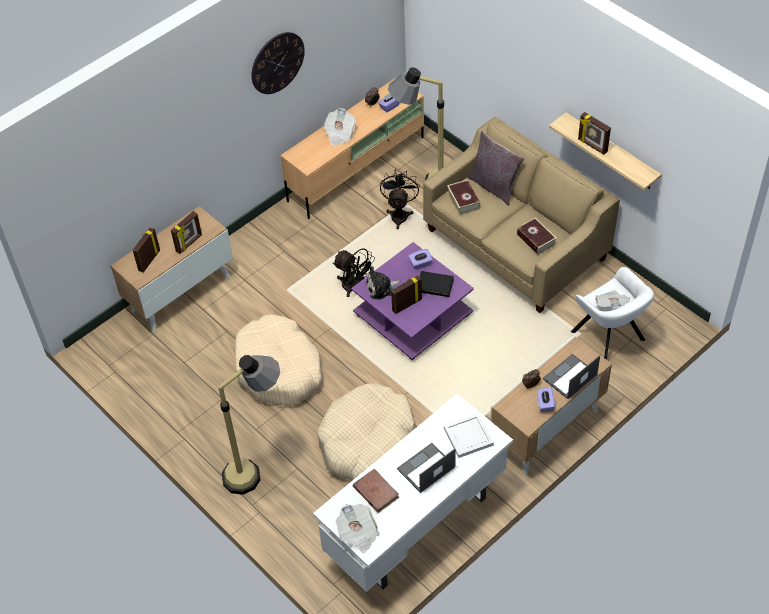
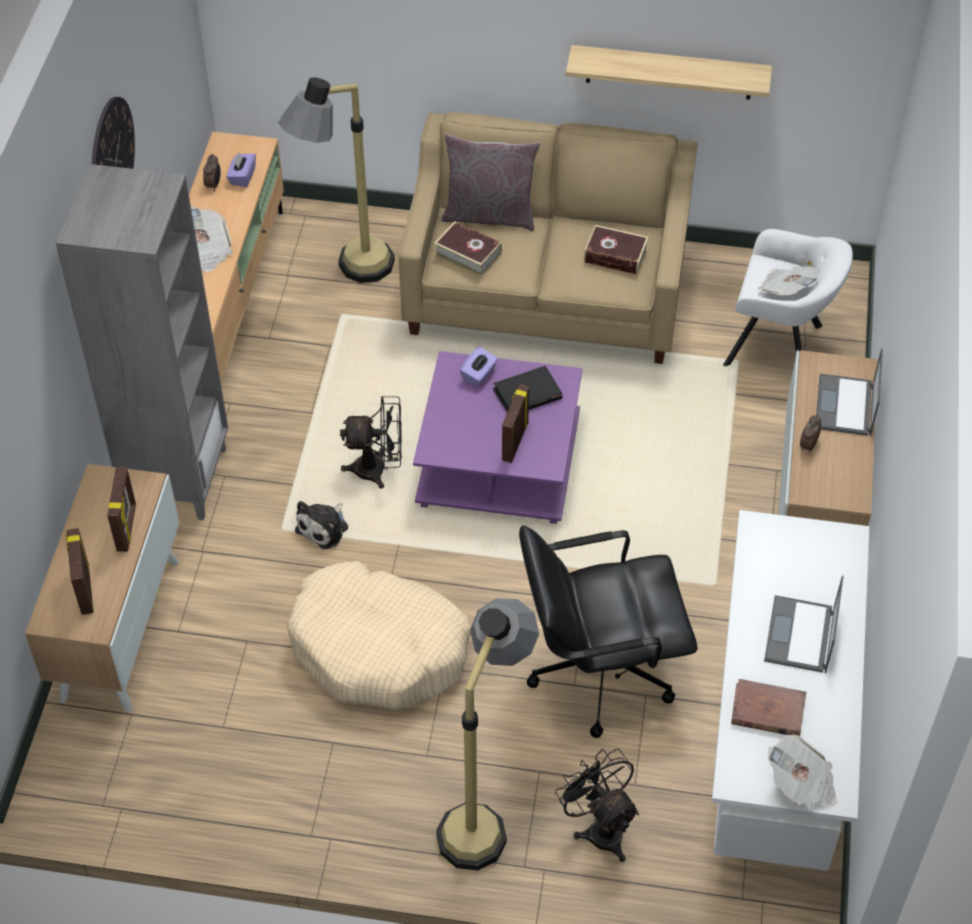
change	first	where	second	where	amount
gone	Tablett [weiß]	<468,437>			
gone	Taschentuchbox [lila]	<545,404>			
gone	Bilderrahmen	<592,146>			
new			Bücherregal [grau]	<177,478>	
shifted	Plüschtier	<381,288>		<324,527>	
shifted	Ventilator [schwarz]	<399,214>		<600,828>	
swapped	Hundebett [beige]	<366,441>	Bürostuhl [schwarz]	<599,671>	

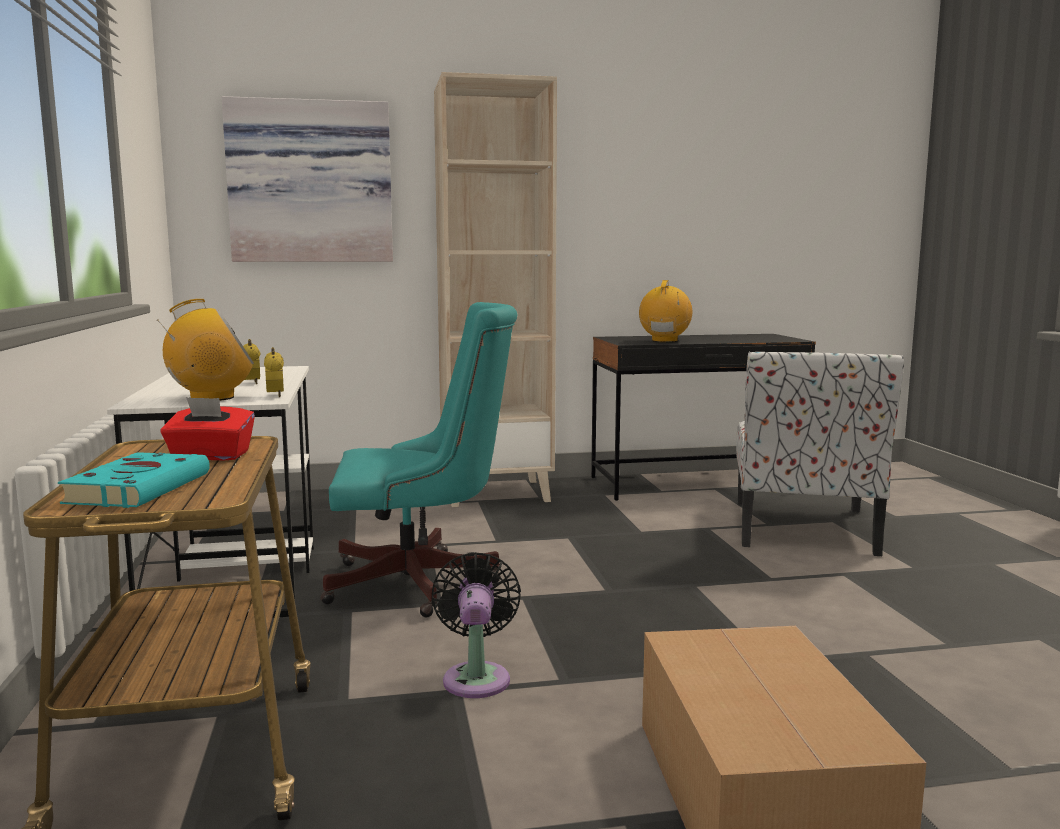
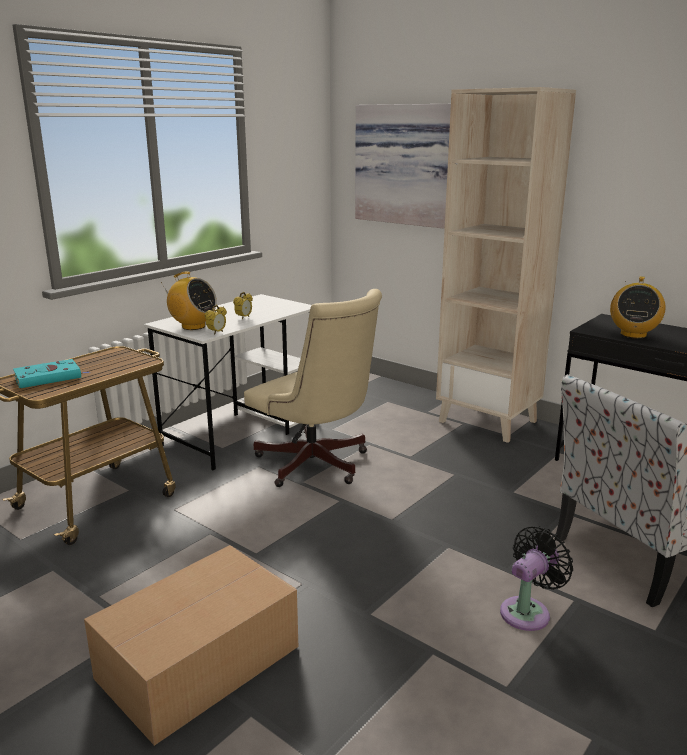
change	first	where	second	where	amount
gone	Taschentuchbox [rot]	<210,456>			
shifted	Ventilator [schwarz]	<477,677>		<528,611>	
repainted	Bürostuhl [türkis]	<422,584>	Bürostuhl [beige]	<316,466>	
rotated	Radio	<664,341>		<633,334>	135 degrees clockwise

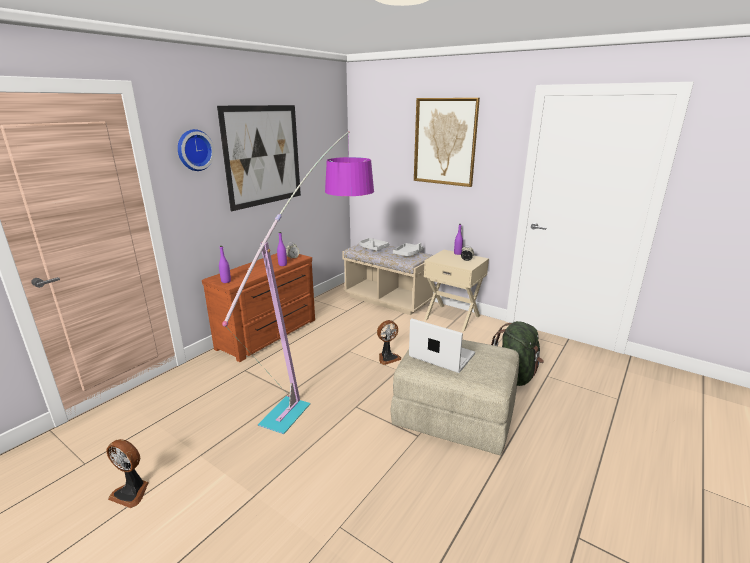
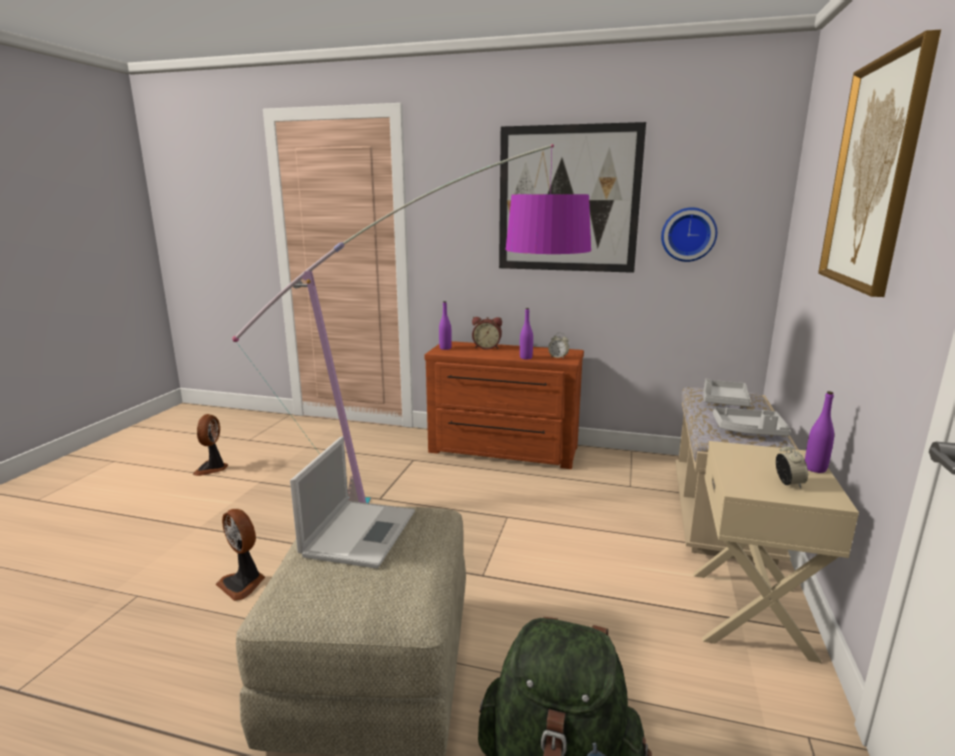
change	first	where	second	where	amount
new			Wecker	<487,347>	
shifted	Wanduhr	<194,150>		<688,234>	
shifted	Ventilator	<387,357>		<243,583>	

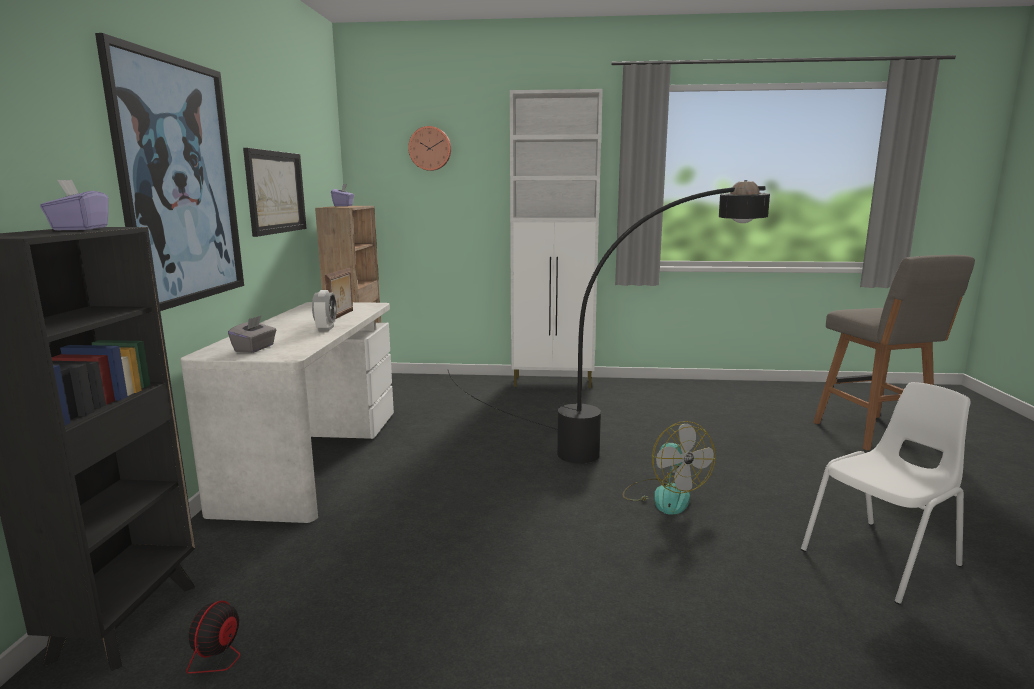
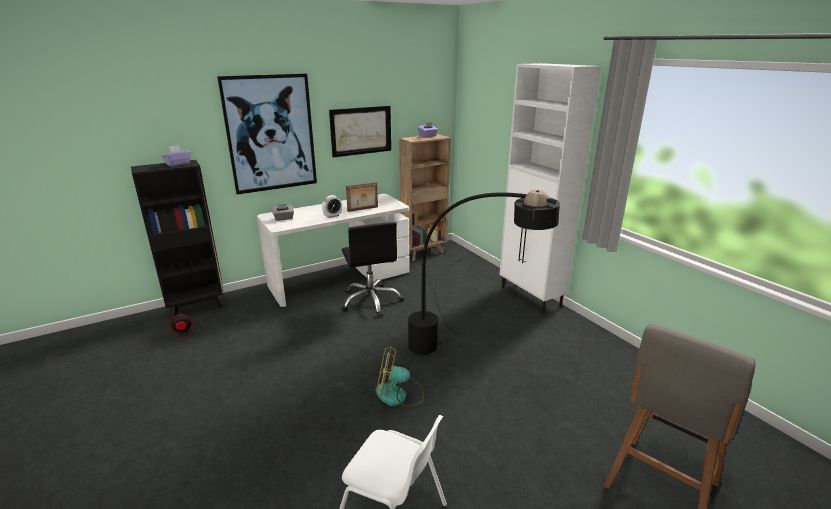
change	first	where	second	where	amount
gone	Wanduhr	<430,148>			
new			Bürostuhl [schwarz]	<371,301>	
rotated	Ventilator	<664,495>		<398,395>	60 degrees clockwise

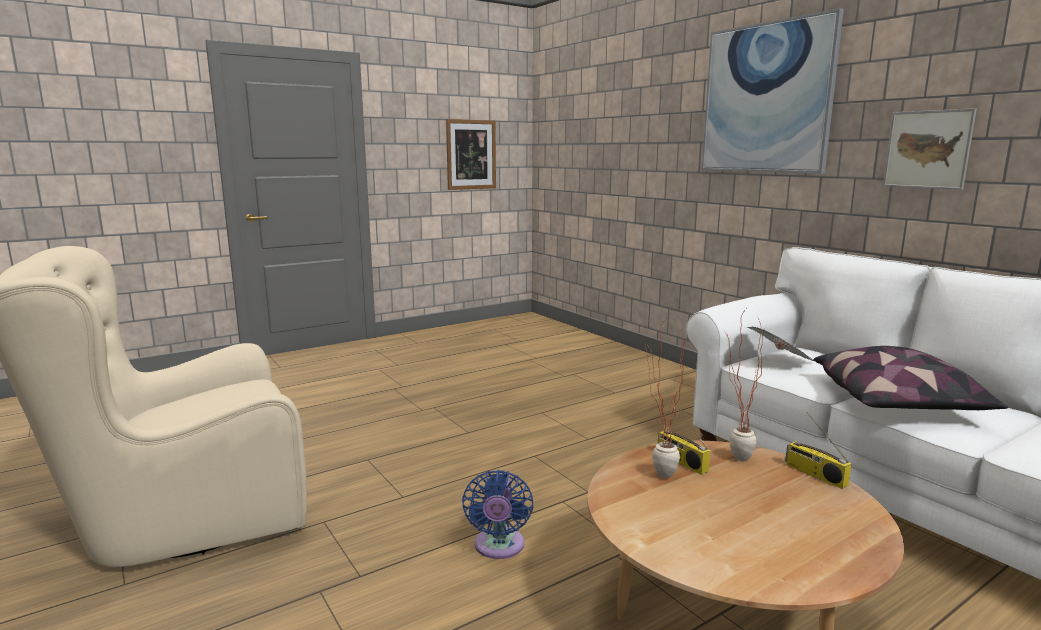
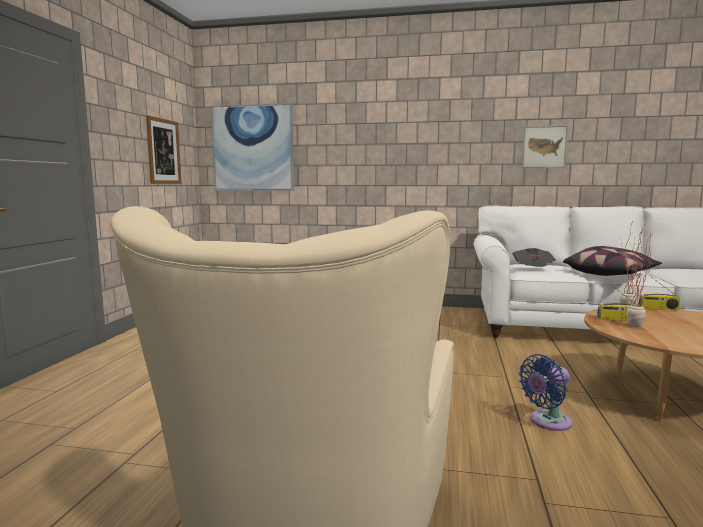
change	first	where	second	where	amount
shifted	Bild	<766,98>		<253,148>	
rotated	Ventilator [blau]	<499,547>		<547,422>	105 degrees clockwise

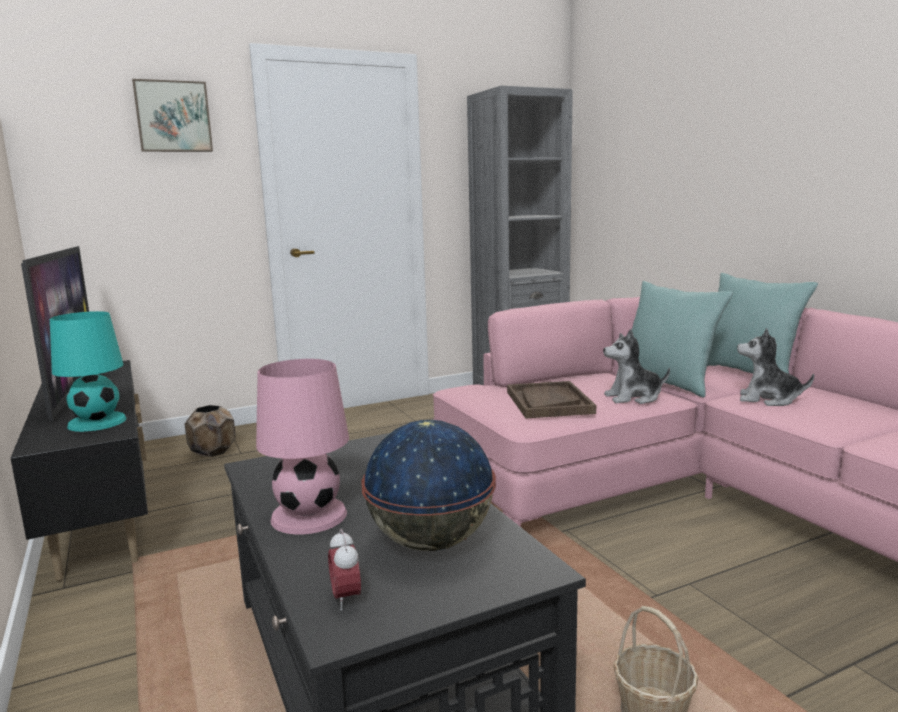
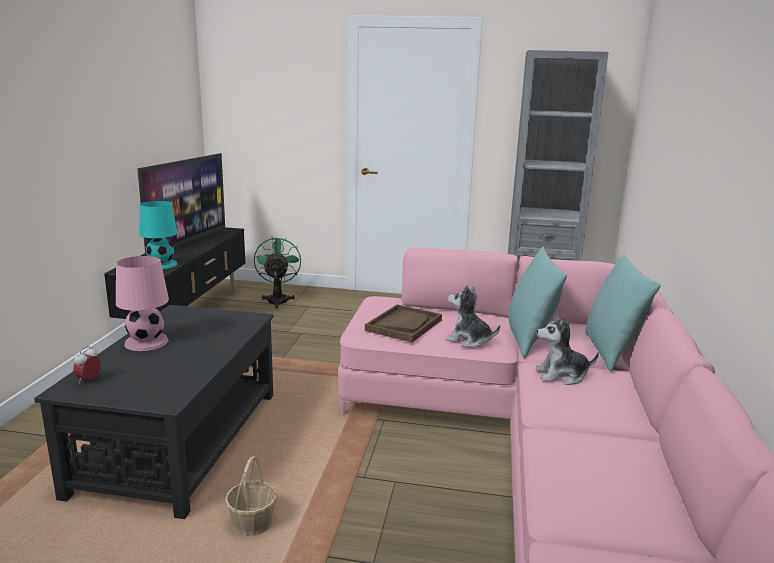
change	first	where	second	where	amount
gone	Bild	<173,117>			
gone	Globus	<431,542>			
swapped	Pflanzkübel [braun]	<212,452>	Ventilator [grün]	<278,299>	
rotated	Plüschtier	<768,399>		<561,376>	60 degrees counterclockwise

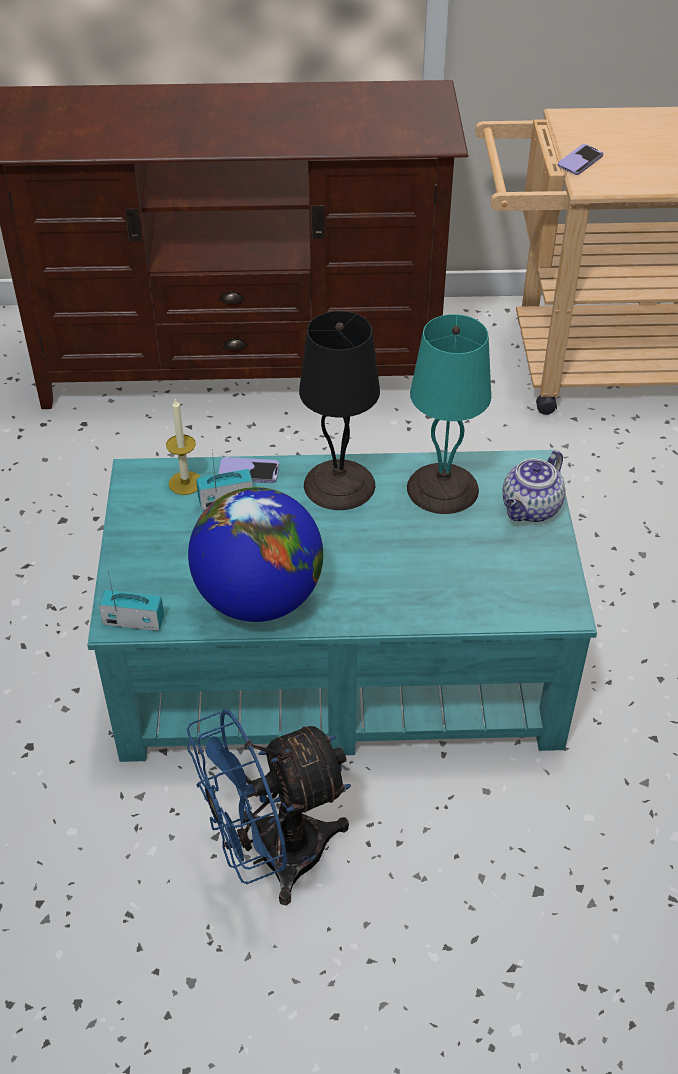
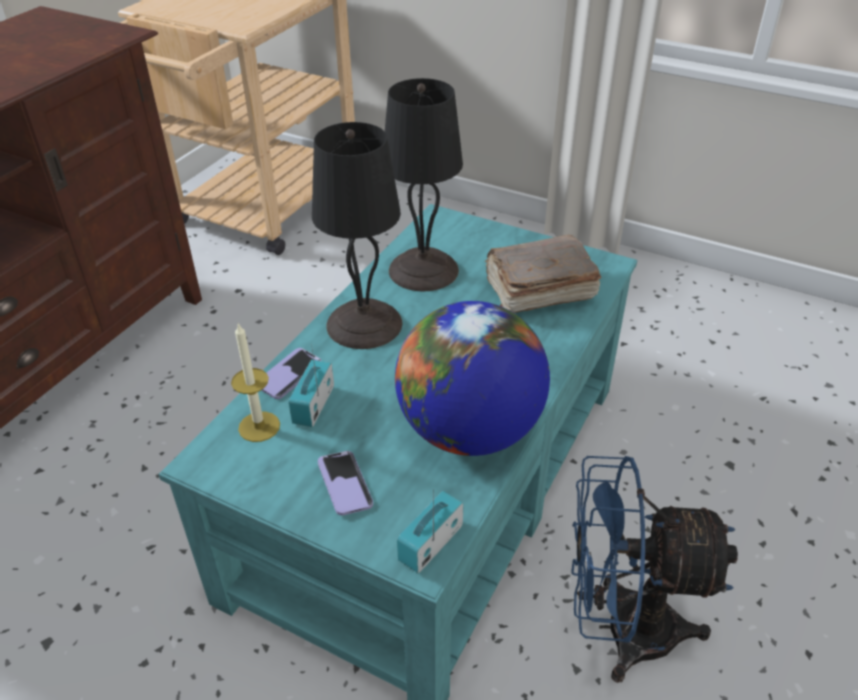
change	first	where	second	where	amount
gone	Teekanne	<530,509>			
new			Buch [braun]	<538,290>	
shifted	Handy	<580,161>		<345,484>	
repainted	Tischlampe [türkis]	<441,489>	Tischlampe [schwarz]	<423,271>	
rotated	Ventilator [blau]	<273,856>		<621,629>	90 degrees clockwise

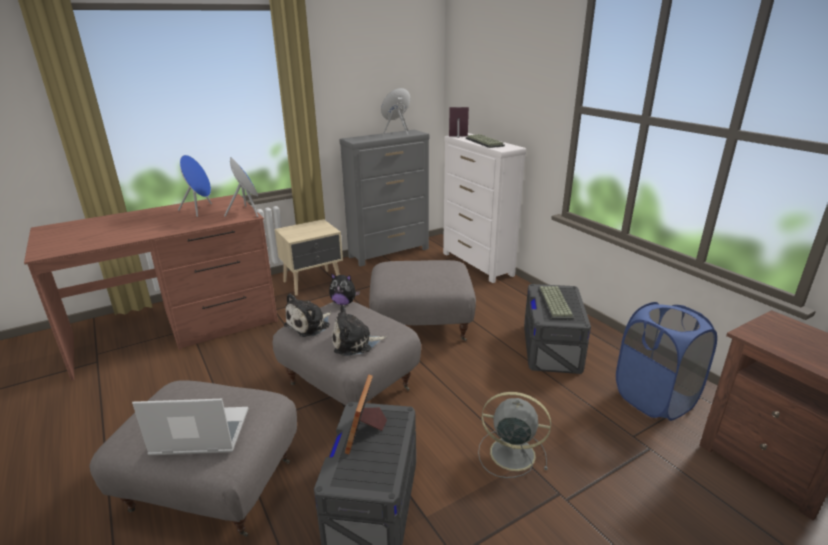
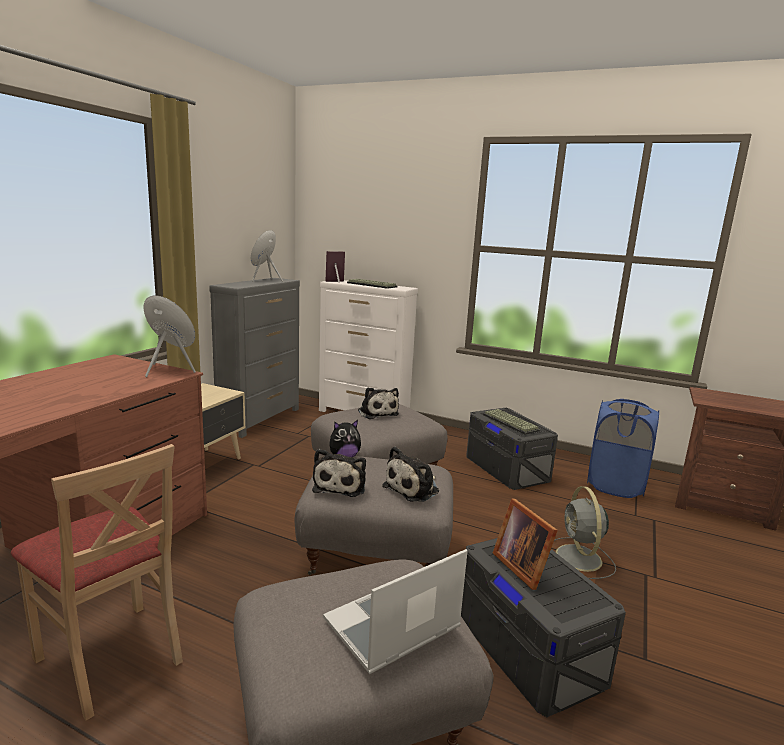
change	first	where	second	where	amount
gone	Lautsprecher [blau]	<200,210>			
new			Stuhl [beige]	<111,657>	
new			Plüschtier	<377,412>	
rotated	Ventilator [grau]	<510,453>		<579,559>	75 degrees counterclockwise

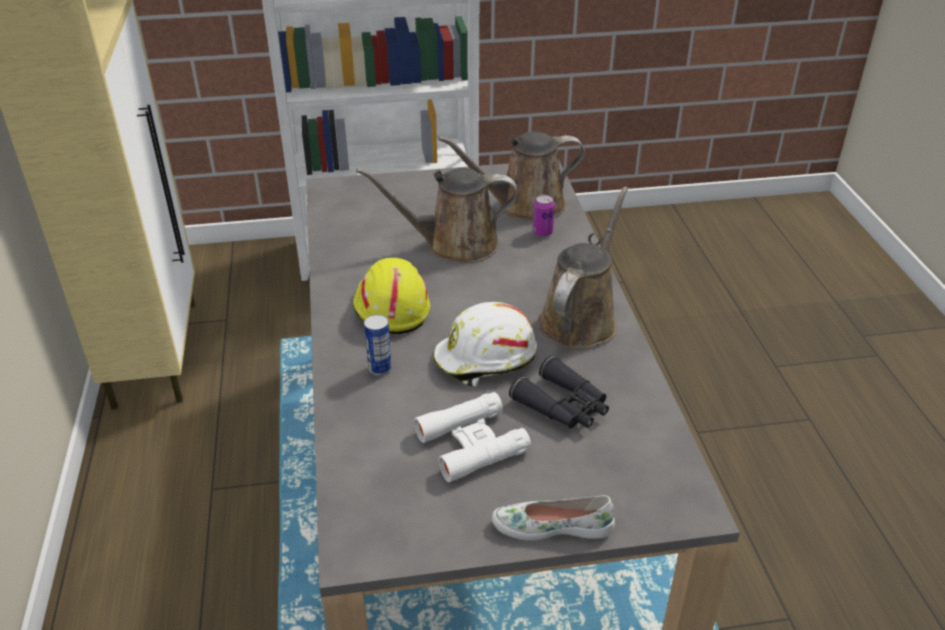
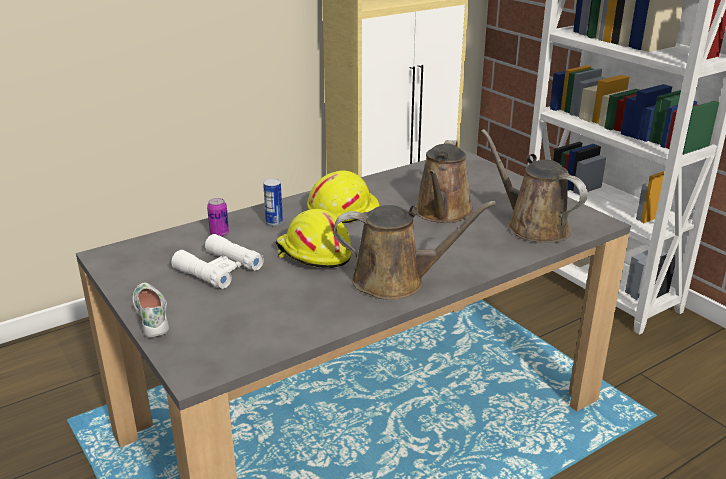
change	first	where	second	where	amount
gone	Fernglas [schwarz]	<563,406>			
shifted	Dose	<542,232>		<219,233>	
repainted	Schutzhelm [weiß]	<485,359>	Schutzhelm [gelb]	<313,254>	
rotated	Gießkanne [braun]	<454,245>		<442,213>	135 degrees counterclockwise

